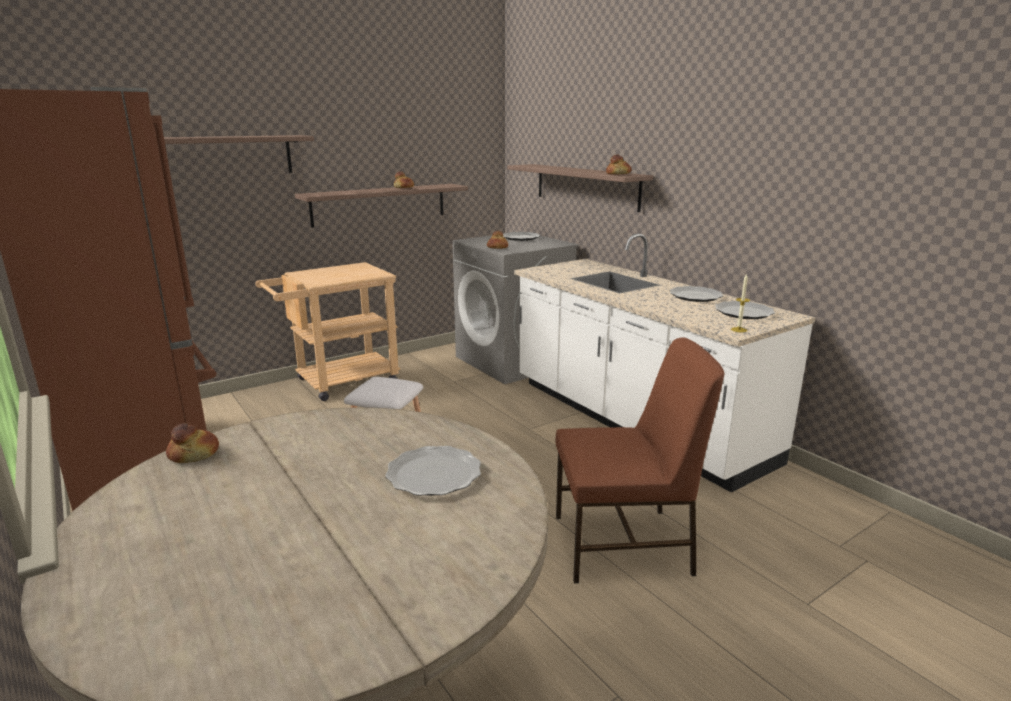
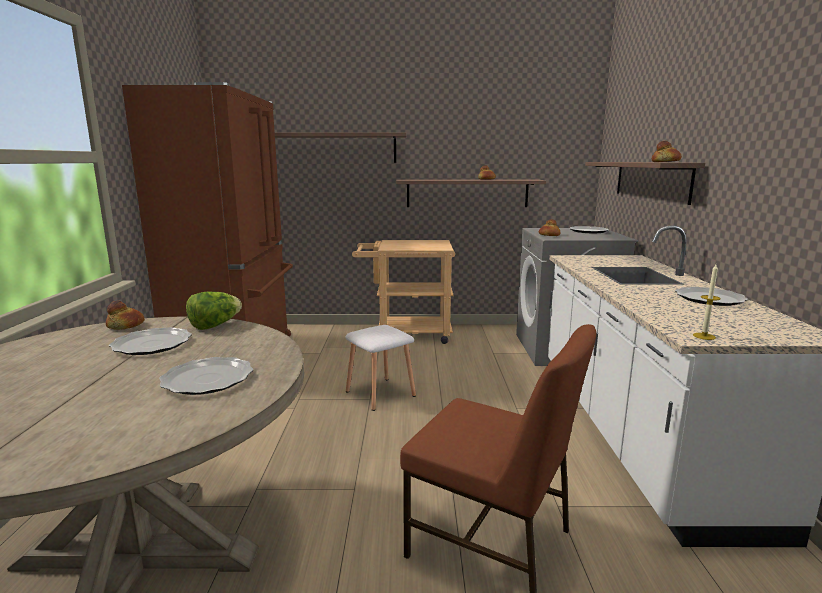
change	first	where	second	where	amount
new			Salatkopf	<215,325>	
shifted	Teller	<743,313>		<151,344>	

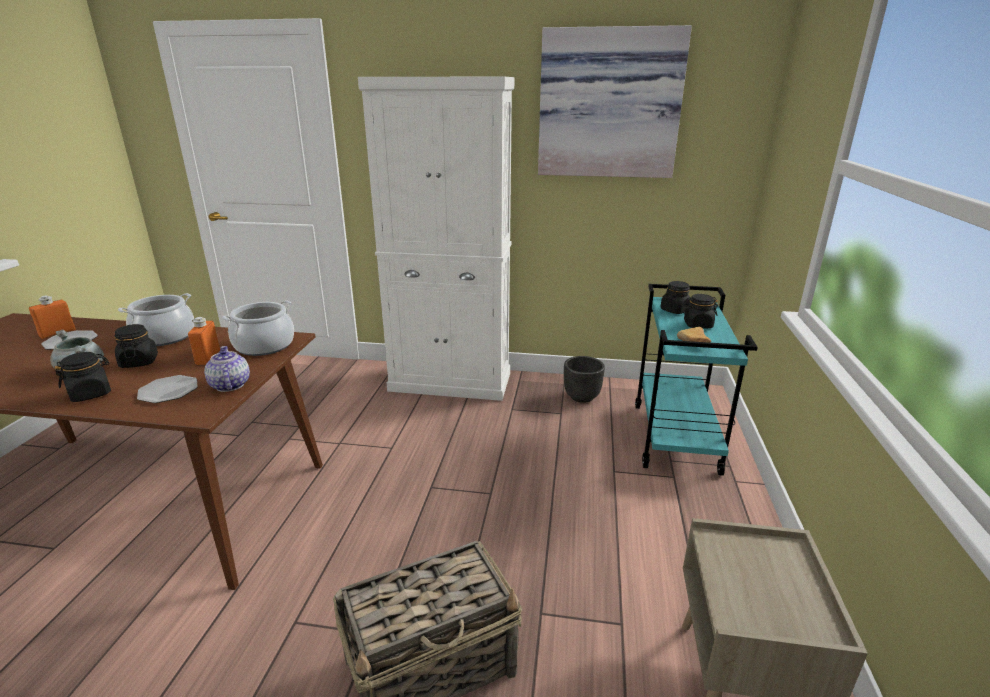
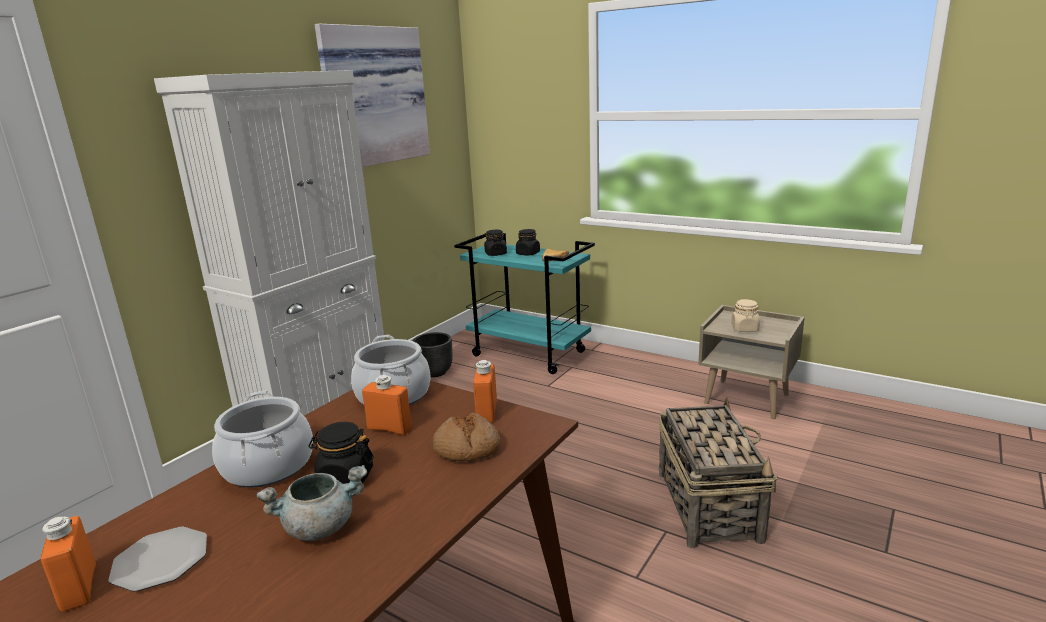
change	first	where	second	where	amount
gone	Vorratsglas [schwarz]	<91,393>			
new			Vorratsglas [beige]	<745,329>	
swapped	Teller	<168,391>	Brot	<467,448>	
swapped	Teekanne	<229,385>	Flasche [orange]	<486,412>	

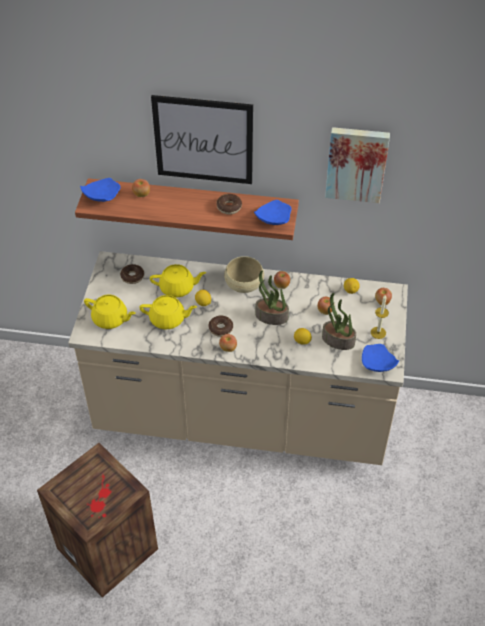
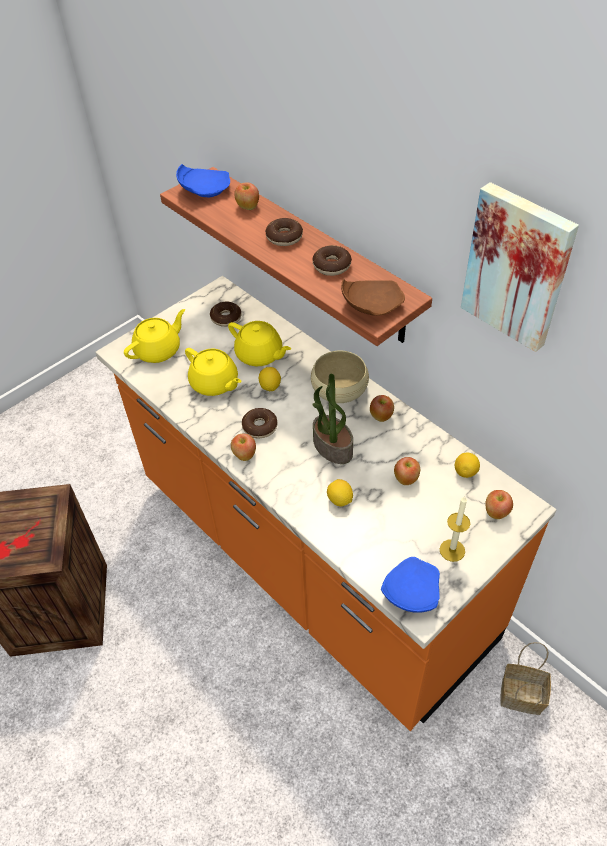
change	first	where	second	where	amount
gone	Bild	<203,140>			
gone	Topfpflanze	<337,340>			
new			Donut	<284,237>	
new			Korb	<523,695>	
repainted	Küchenzeile [beige]	<242,417>	Küchenzeile [orange]	<310,560>	
repainted	Teller [blau]	<272,219>	Teller [braun]	<371,305>	
rotated	Teekanne [gelb]	<110,319>		<159,350>	105 degrees counterclockwise

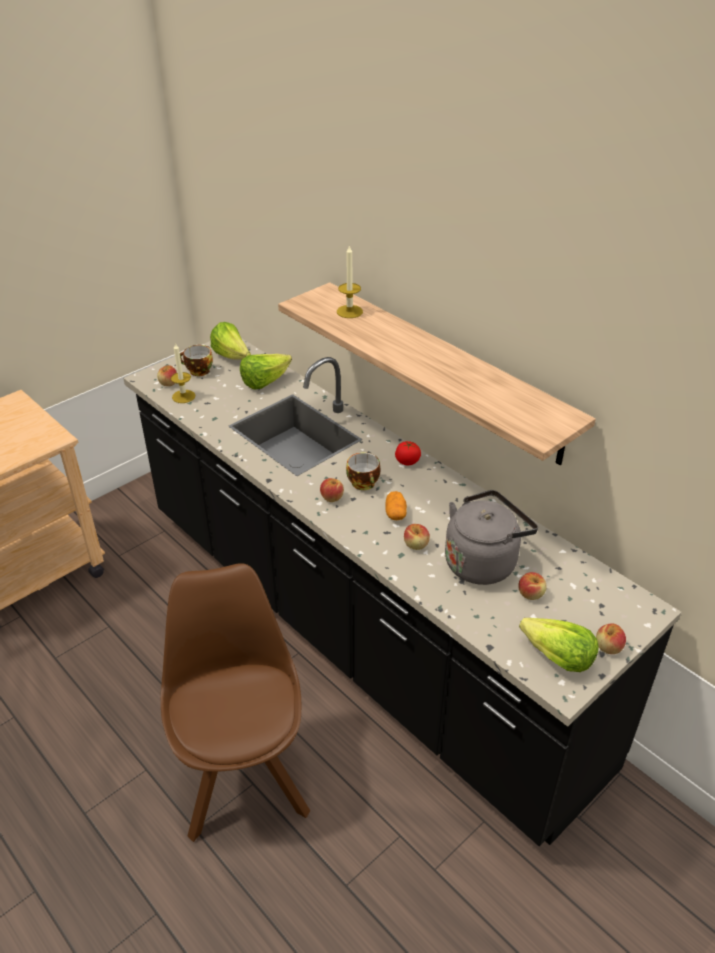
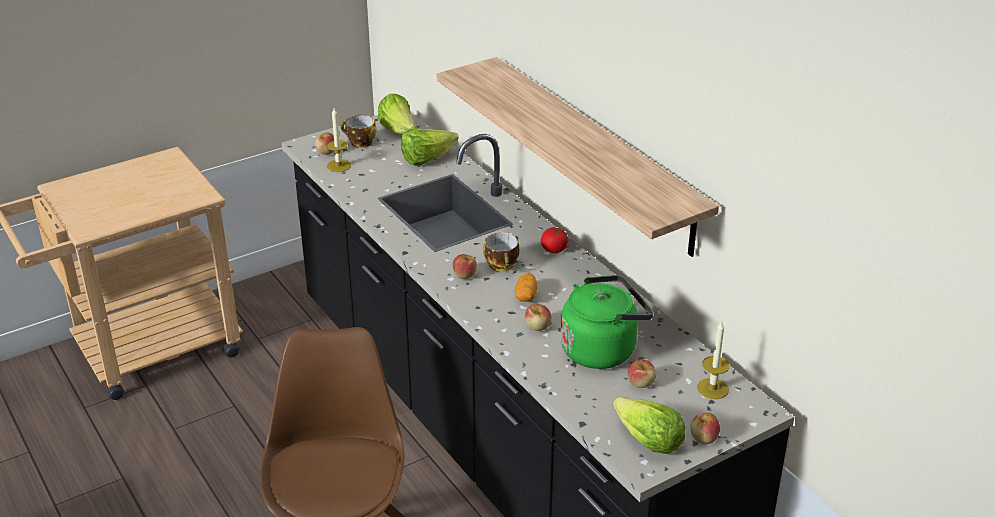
change	first	where	second	where	amount
shifted	Kerze	<349,311>		<712,388>	
repainted	Wasserkessel [grau]	<483,561>	Wasserkessel [grün]	<602,349>	

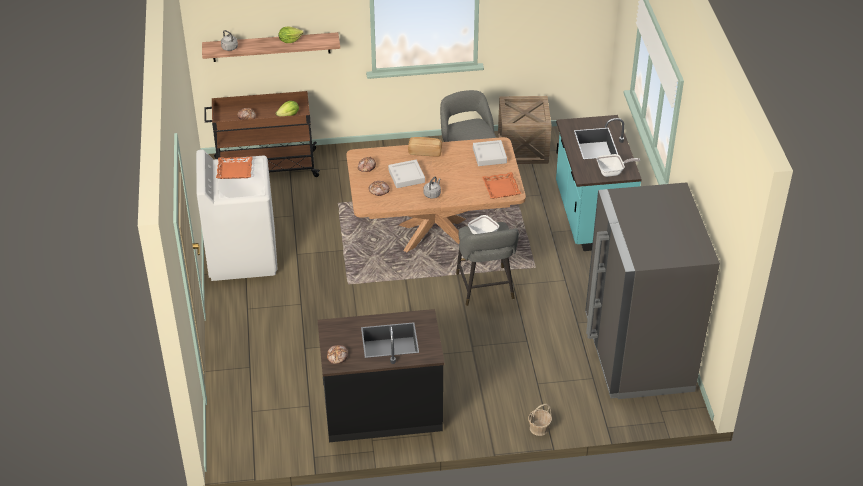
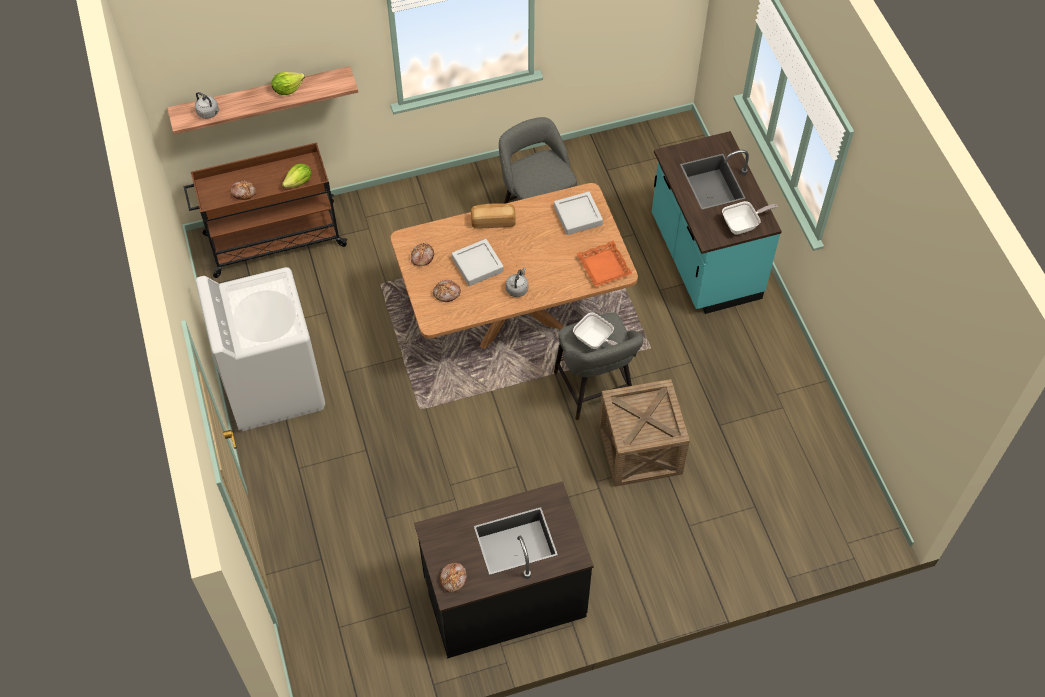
change	first	where	second	where	amount
gone	Tablett [orange]	<234,170>			
gone	Korb	<539,428>			
gone	Kühlschrank [grau]	<637,354>			
shifted	Kiste	<523,148>		<640,450>	

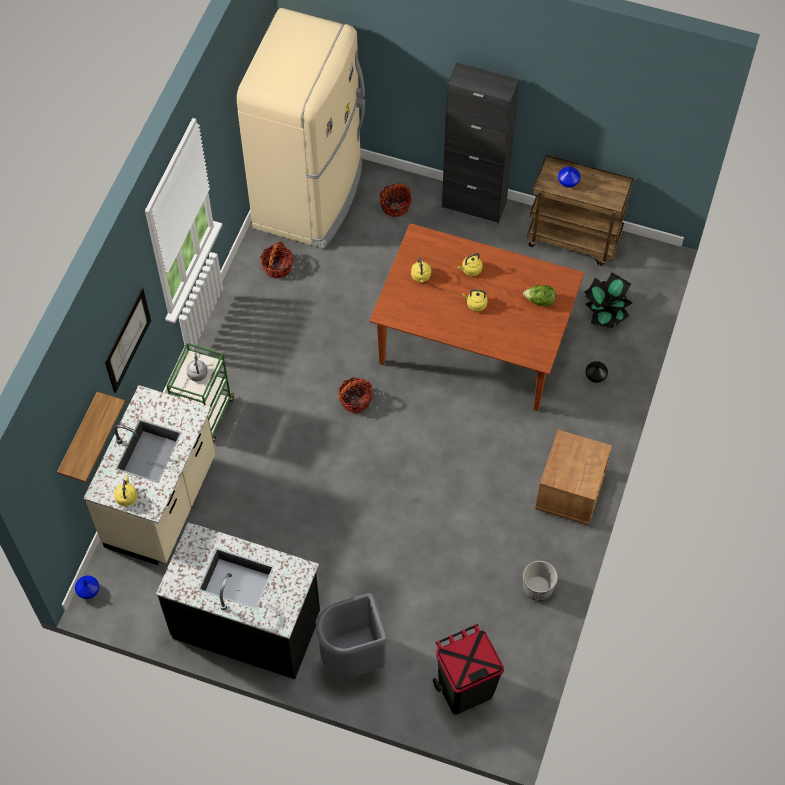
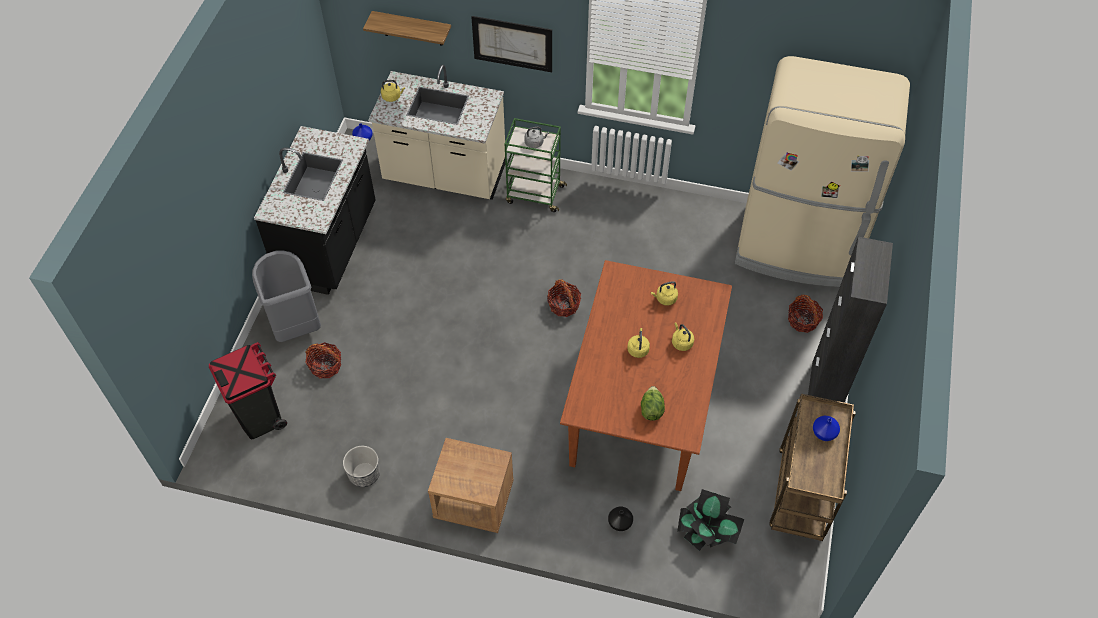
change	first	where	second	where	amount
shifted	Korb	<277,266>		<326,366>	

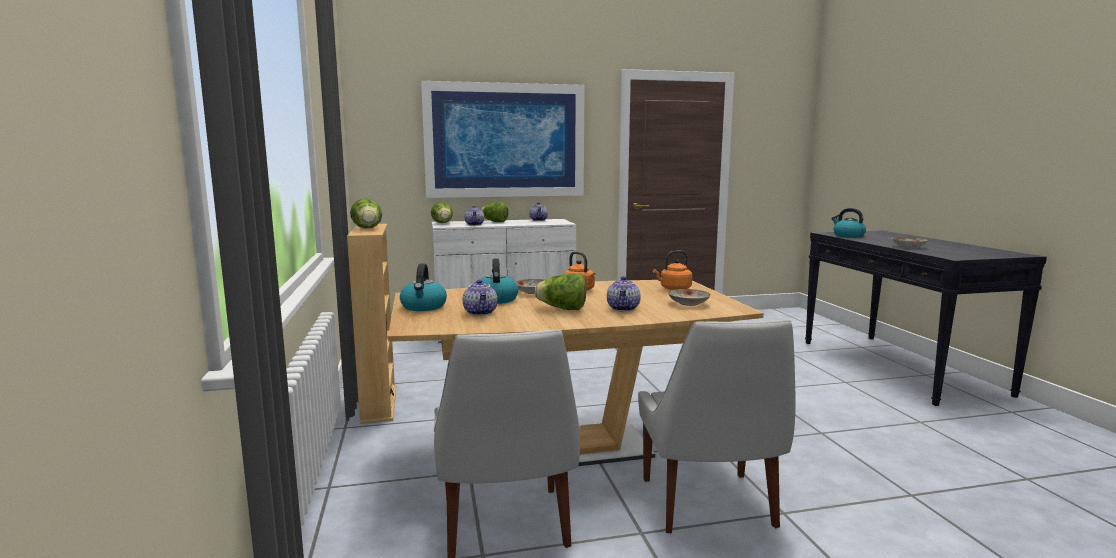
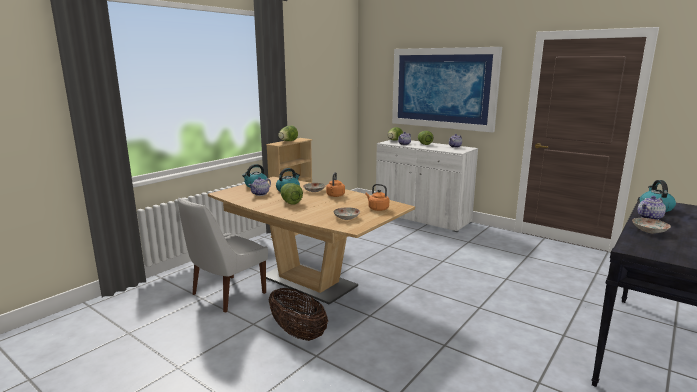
change	first	where	second	where	amount
shifted	Teekanne	<624,309>		<650,218>	
swapped	Stuhl [weiß]	<709,505>	Korb	<298,333>	

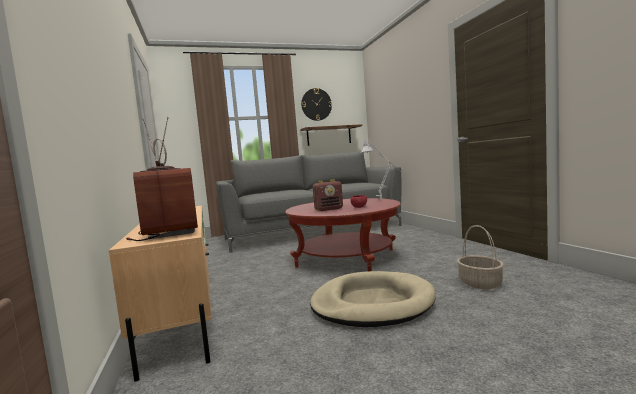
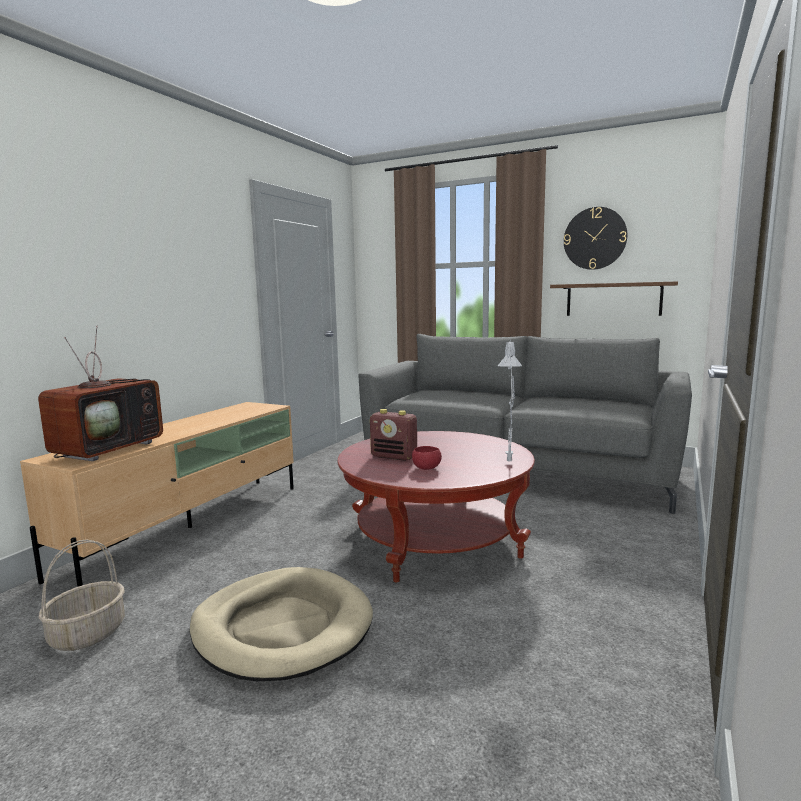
change	first	where	second	where	amount
shifted	Korb	<479,283>		<88,633>	

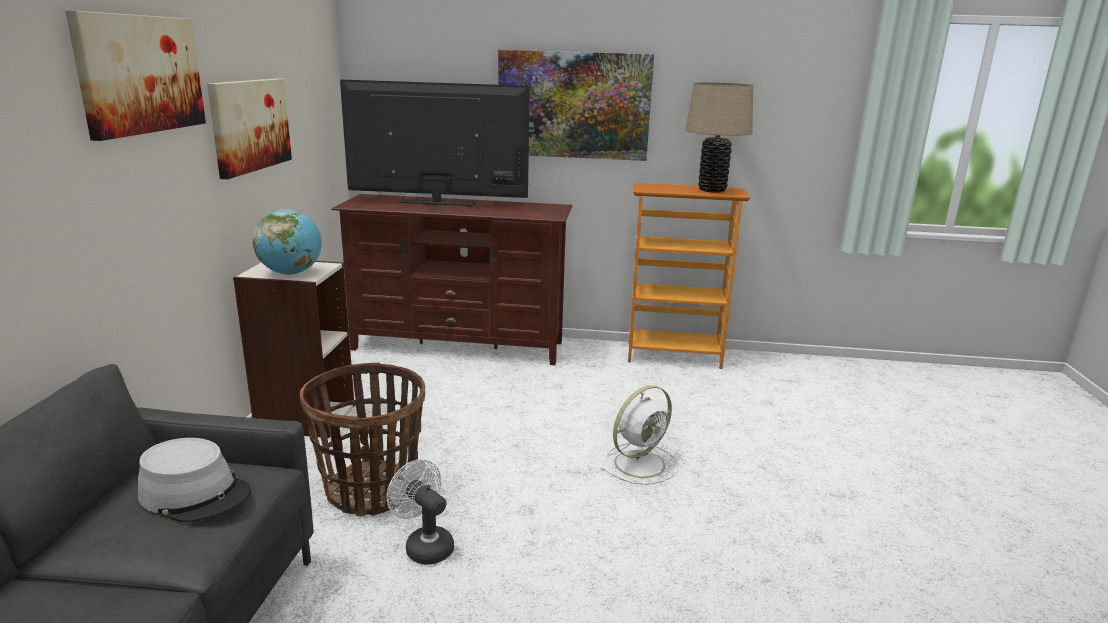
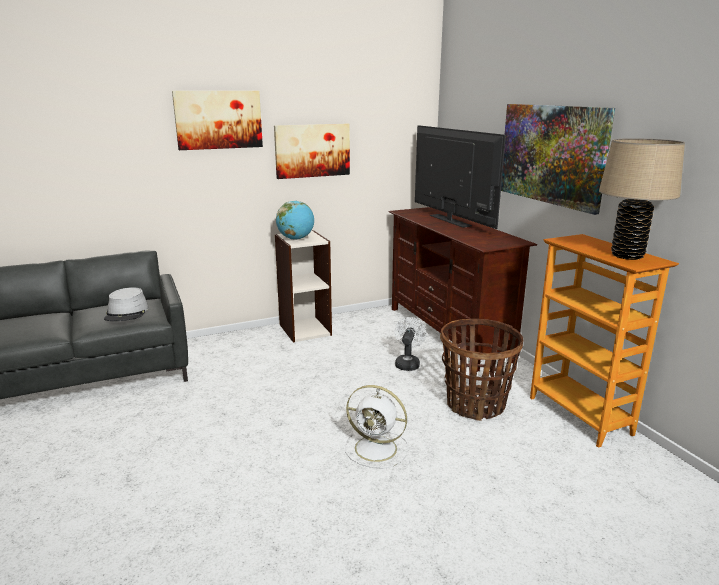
change	first	where	second	where	amount
shifted	Korb	<371,490>		<475,404>	
shifted	Ventilator [weiß]	<424,545>		<407,363>	

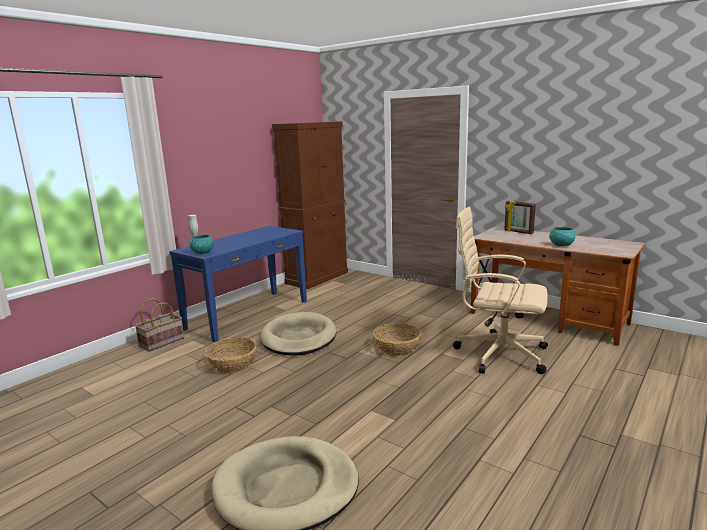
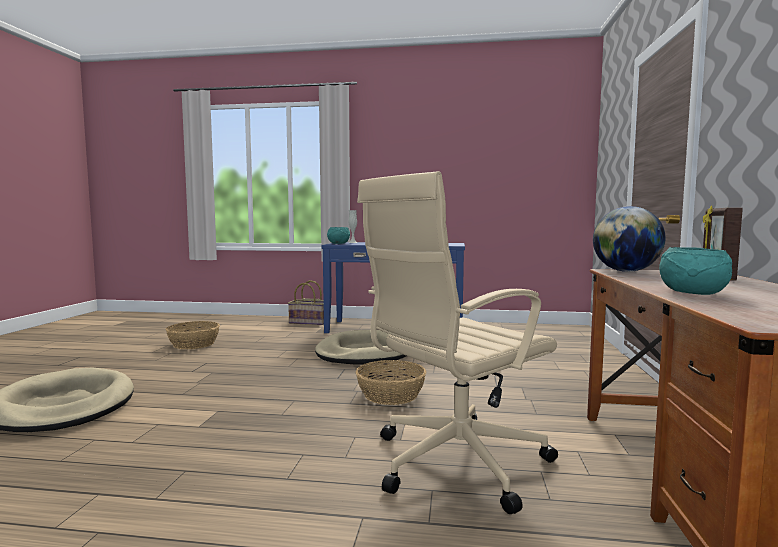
change	first	where	second	where	amount
gone	Schrank [braun]	<317,278>			
new			Globus	<626,271>	
shifted	Korb	<232,364>		<194,344>	
rotated	Bürostuhl [beige]	<498,354>		<454,463>	120 degrees counterclockwise

